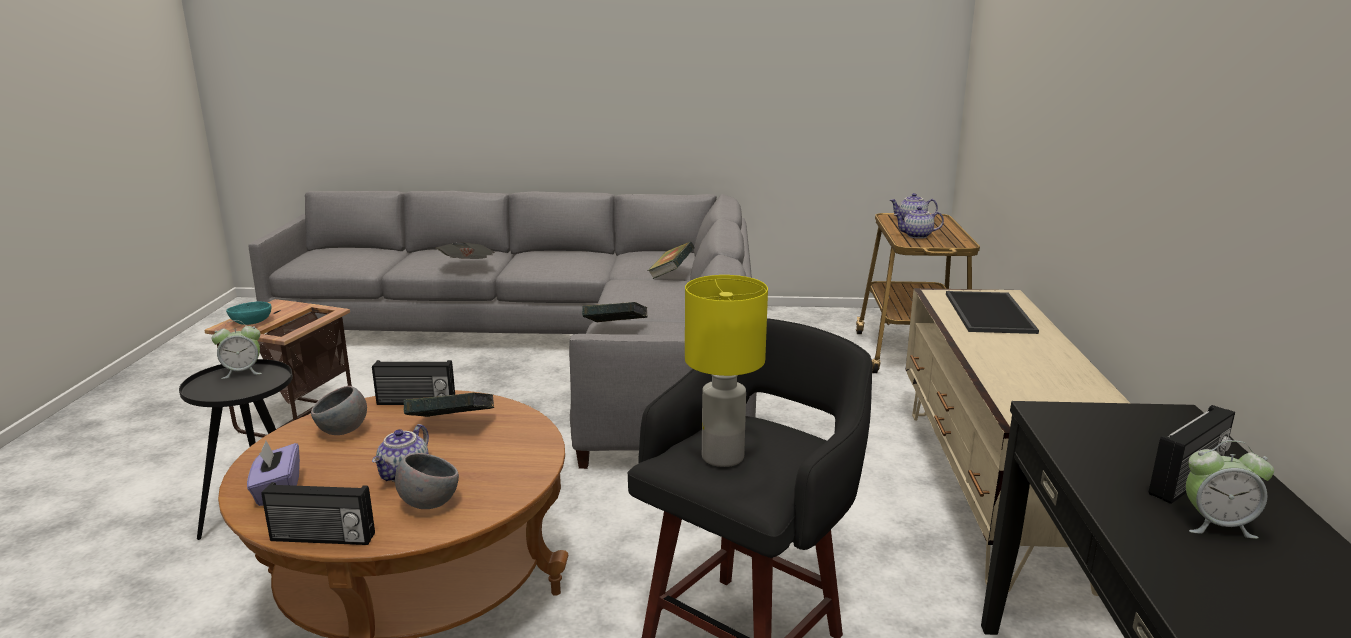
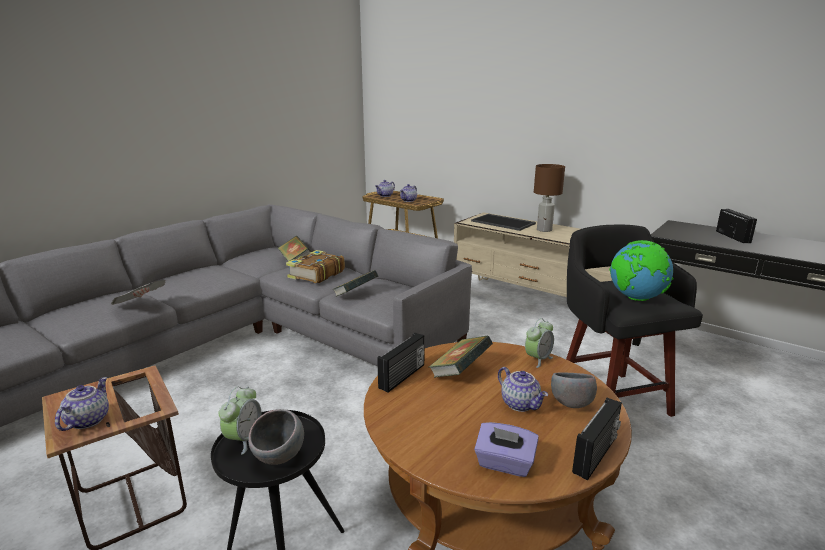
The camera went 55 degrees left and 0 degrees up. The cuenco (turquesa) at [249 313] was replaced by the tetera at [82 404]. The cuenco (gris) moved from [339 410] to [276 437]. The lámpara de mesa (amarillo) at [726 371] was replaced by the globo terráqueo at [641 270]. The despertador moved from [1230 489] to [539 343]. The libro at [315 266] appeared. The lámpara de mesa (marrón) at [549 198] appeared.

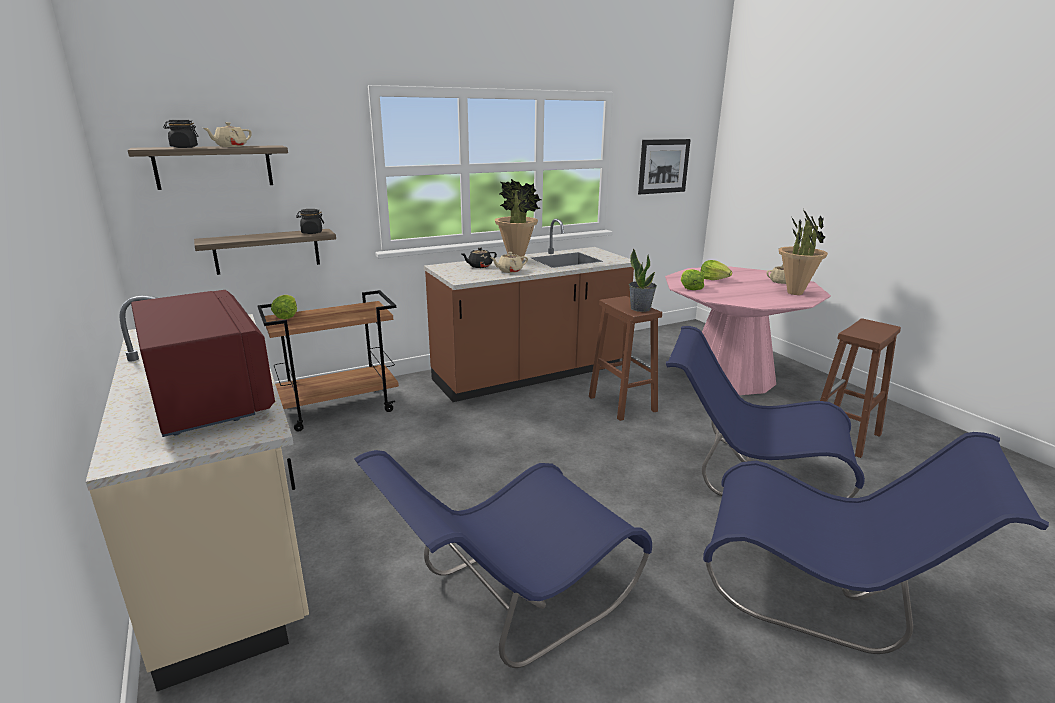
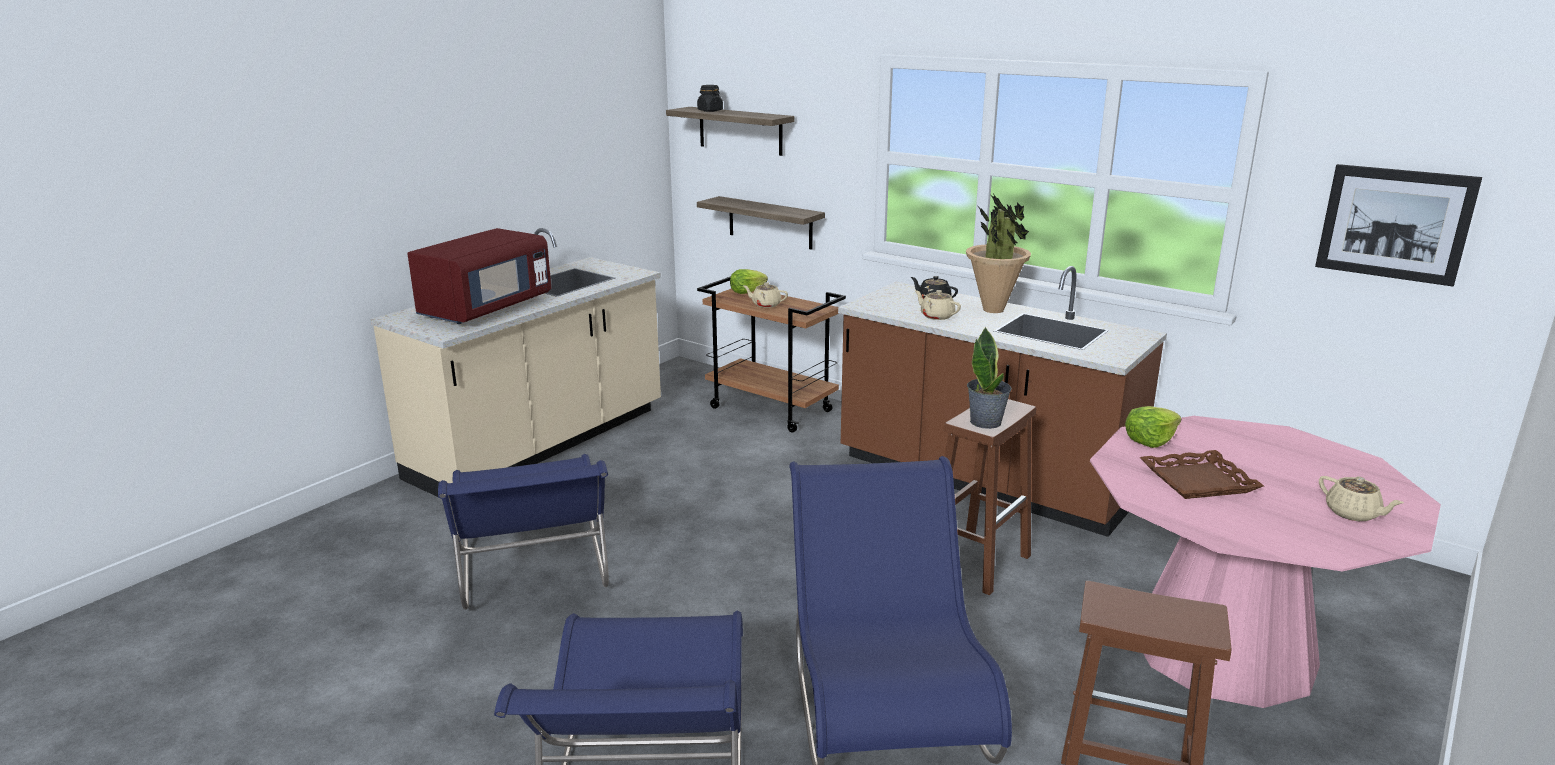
The camera went 65 degrees right and 0 degrees up. The tetera (beis) moved from [227 134] to [765 295]. The tarro (negro) at [310 221] disappeared. The silla (azul) at [503 559] turned 135 degrees counterclockwise. The lechuga at [716 270] disappeared. The planta en maceta at [803 252] disappeared. The bandeja (marrón) at [1202 474] appeared.

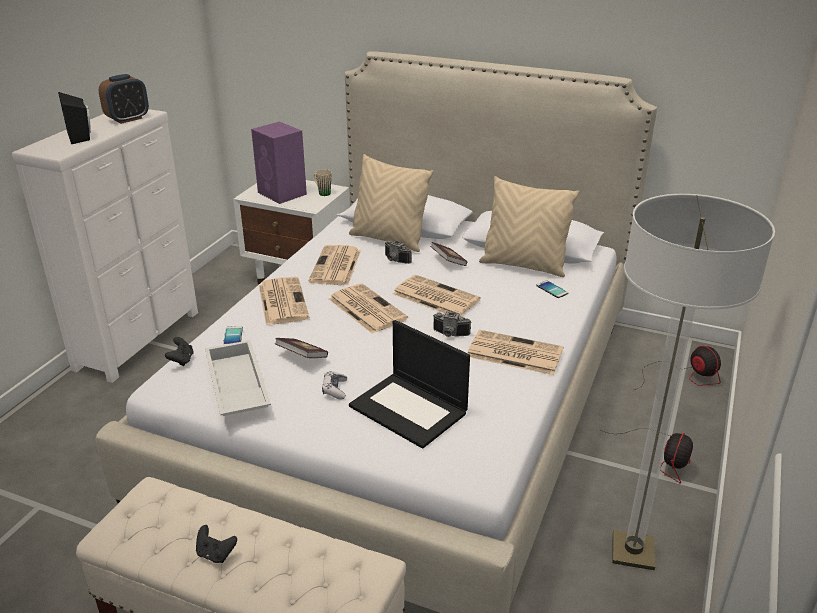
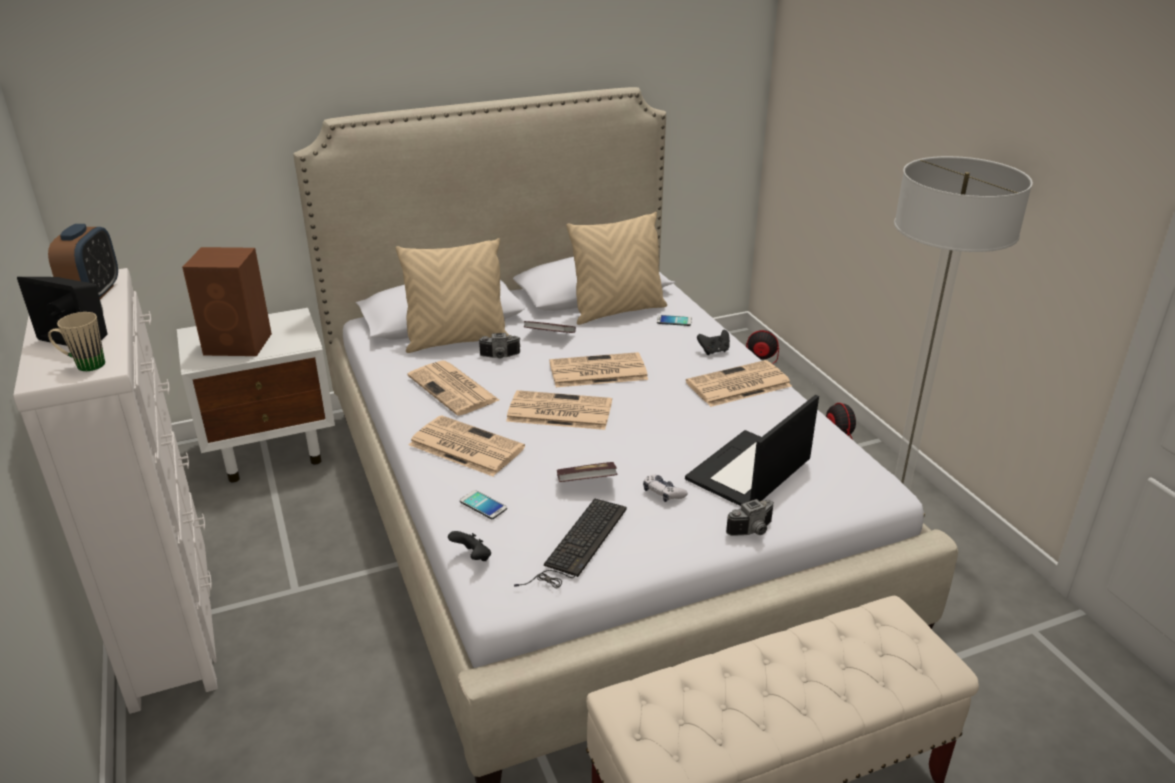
The camera went 45 degrees left and 0 degrees up. The mando de consola (negro) moved from [216 544] to [713 342]. The bandeja (blanco) at [238 378] was replaced by the teclado at [570 543]. The altavoz (morado) at [279 162] became the altavoz (marrón) at [227 301]. The taza grande (beis) moved from [322 182] to [76 341]. The portátil at [409 384] turned 135 degrees clockwise. The cámara moved from [452 324] to [750 517].

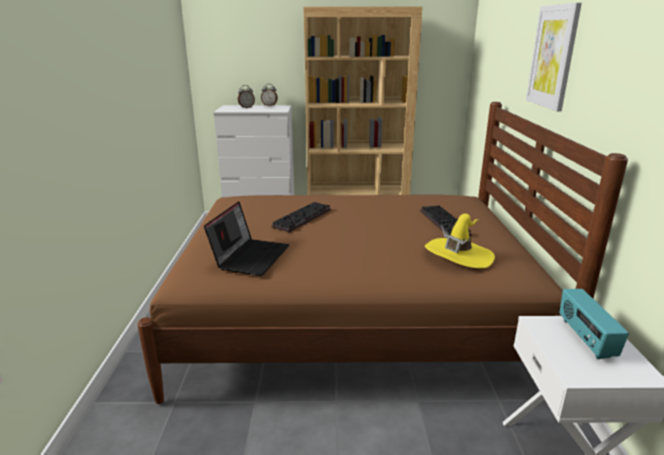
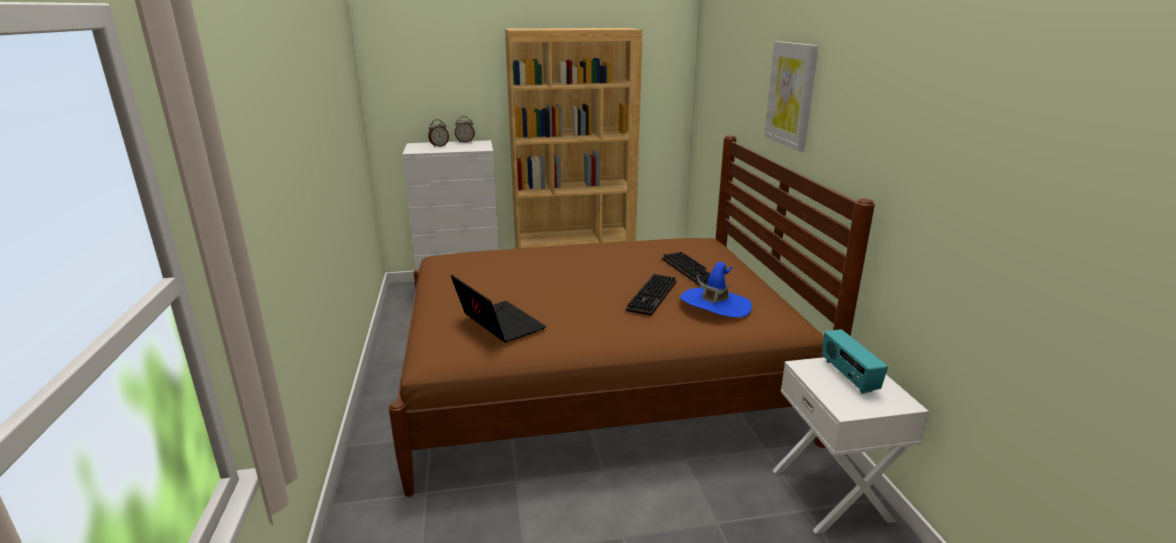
The camera went 10 degrees left and 0 degrees up. The portátil at [246 238] turned 45 degrees counterclockwise. The teclado moved from [301 217] to [651 295]. The sombrero (amarillo) at [460 241] became the sombrero (azul) at [716 289].

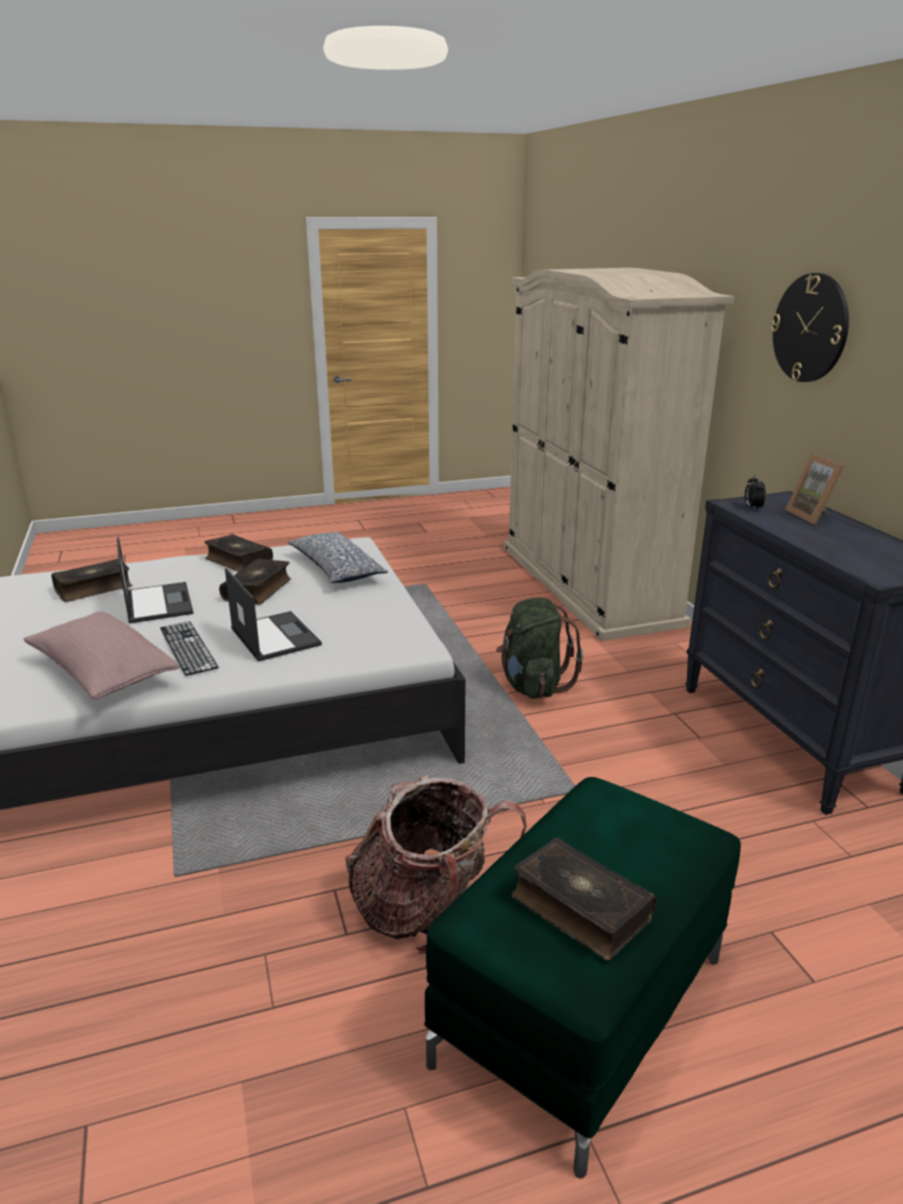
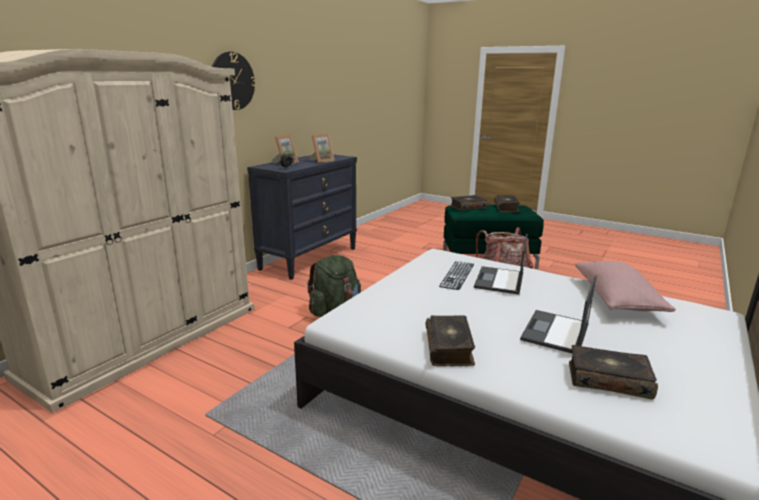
The camera went 130 degrees left and 5 degrees down. The teclado moved from [189 648] to [456 275]. The libro moved from [255 581] to [469 203]. The cojín at [338 557] disappeared. The portarretratos at [322 148] appeared.

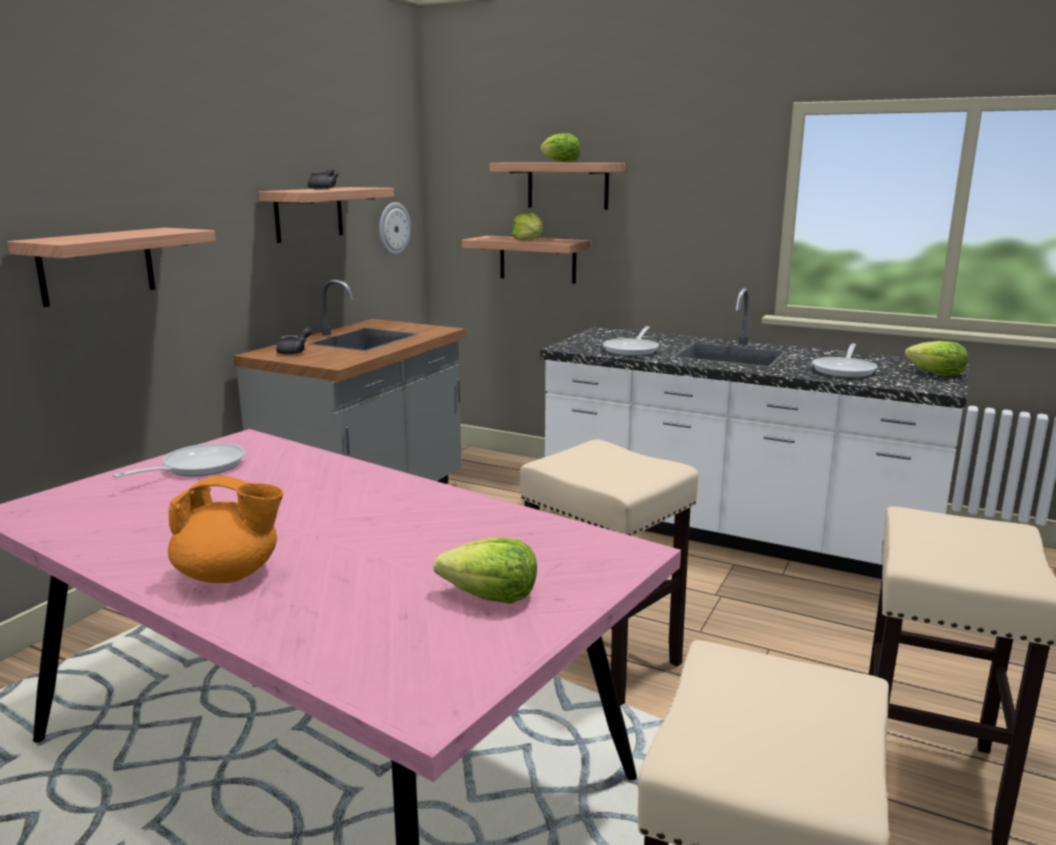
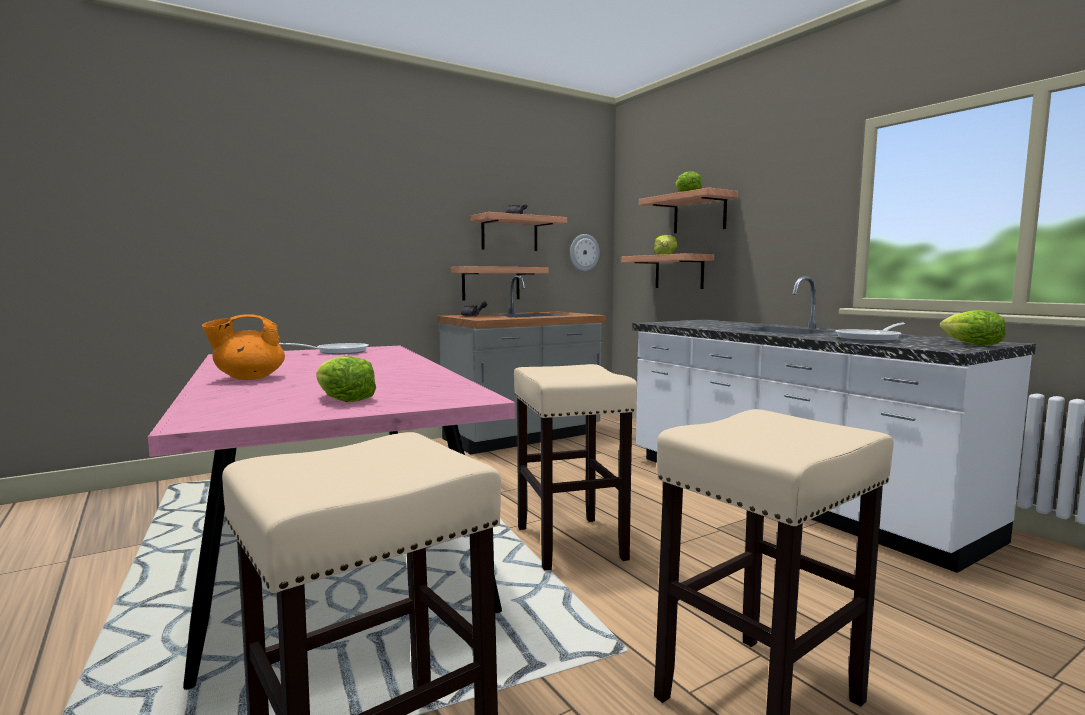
The camera went 30 degrees right and 10 degrees down. The estante moved from [111 267] to [499 283]. The tetera (naranja) at [226 529] turned 120 degrees clockwise. The sartén at [631 341] disappeared.

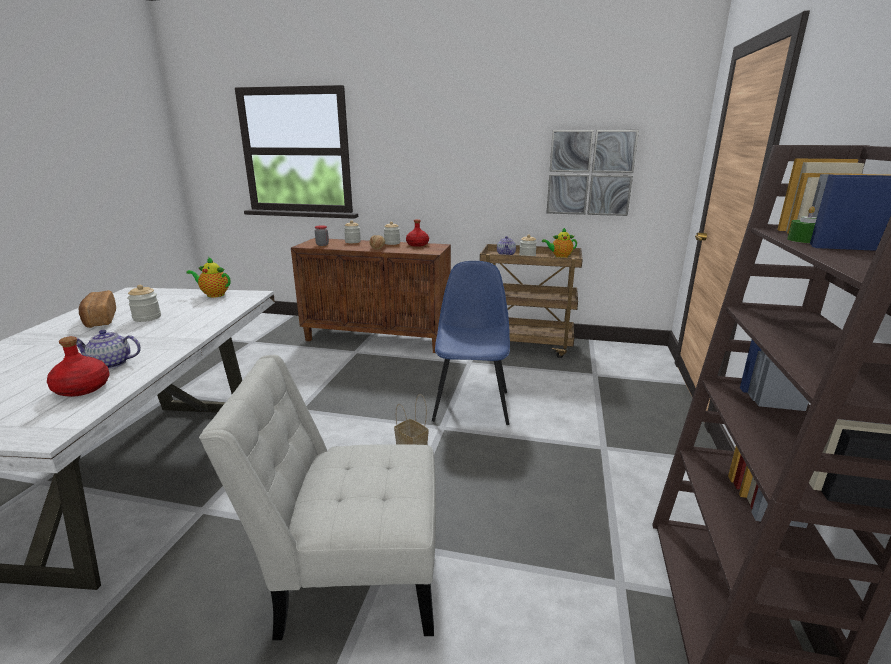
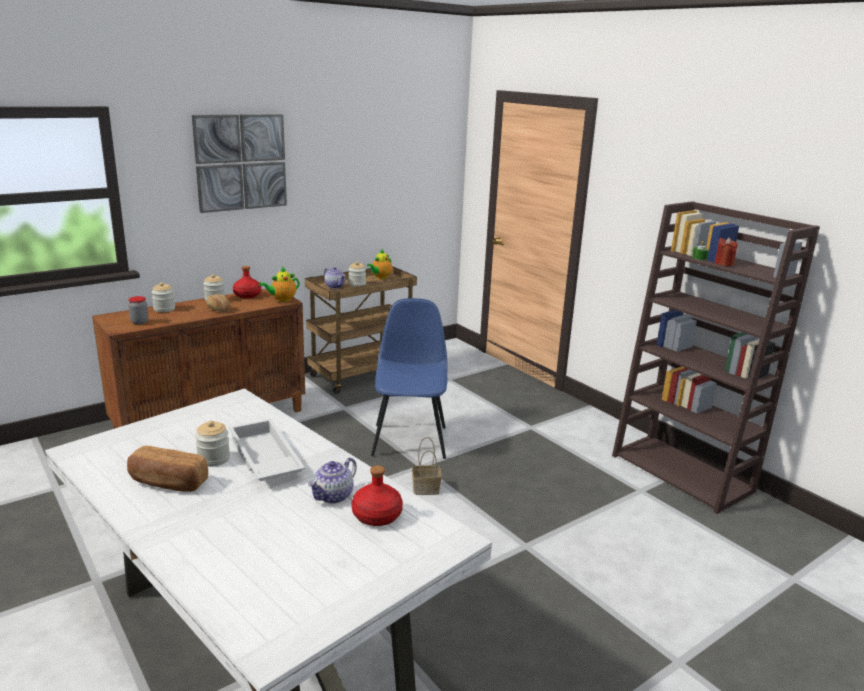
The camera went 50 degrees left and 0 degrees up. The tetera moved from [208 277] to [279 284]. The silla (blanco) at [317 497] disappeared. The silla (azul) at [471 343] turned 45 degrees clockwise. The cuadro moved from [592 173] to [239 163]. The bandeja (blanco) at [267 450] appeared. The vela (rojo) at [726 251] appeared.

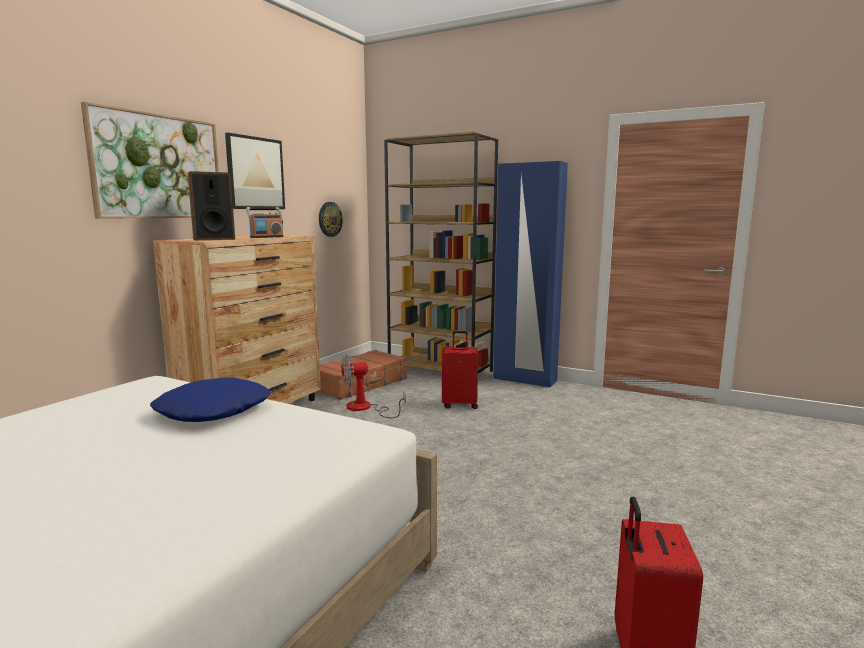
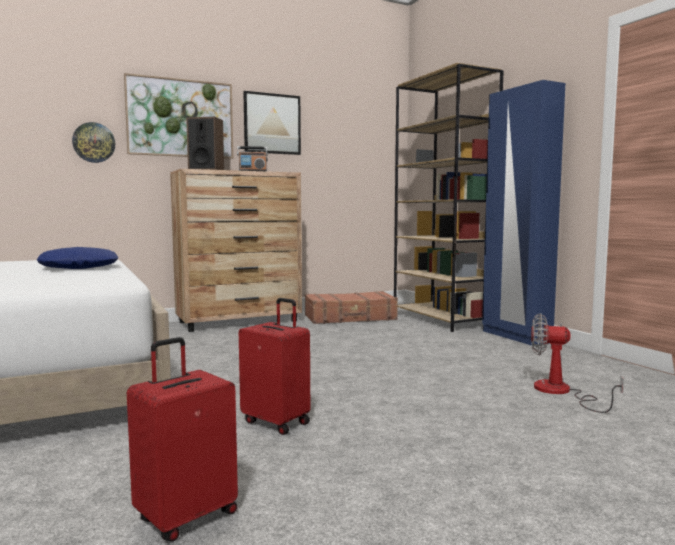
The camera went 35 degrees right and 5 degrees down. The reloj de pared moved from [331 219] to [93 142]. The ventilador moved from [373 386] to [577 363]. The maleta (rojo) moved from [460 370] to [274 366].

